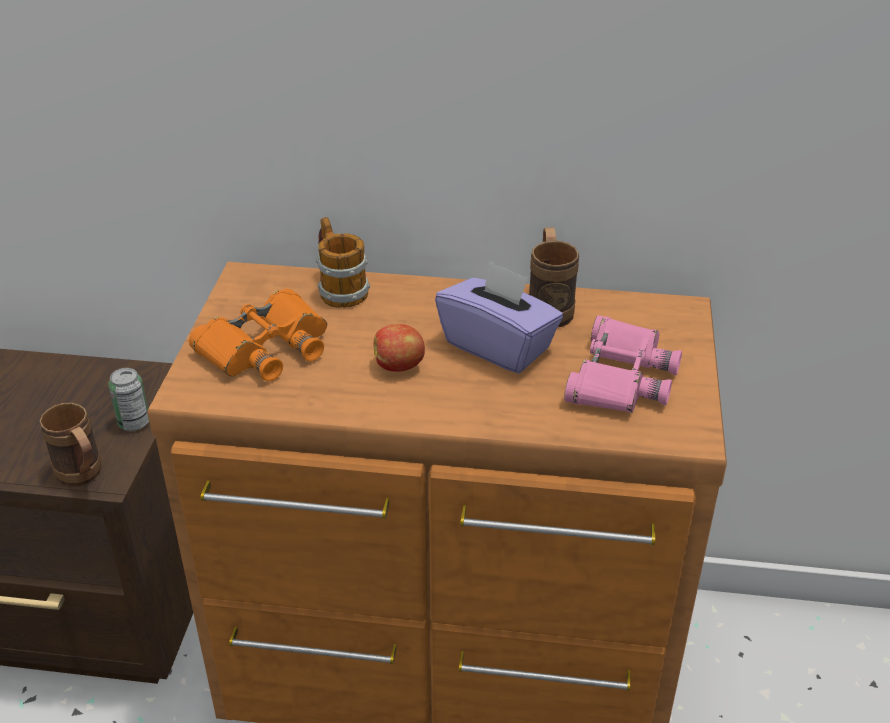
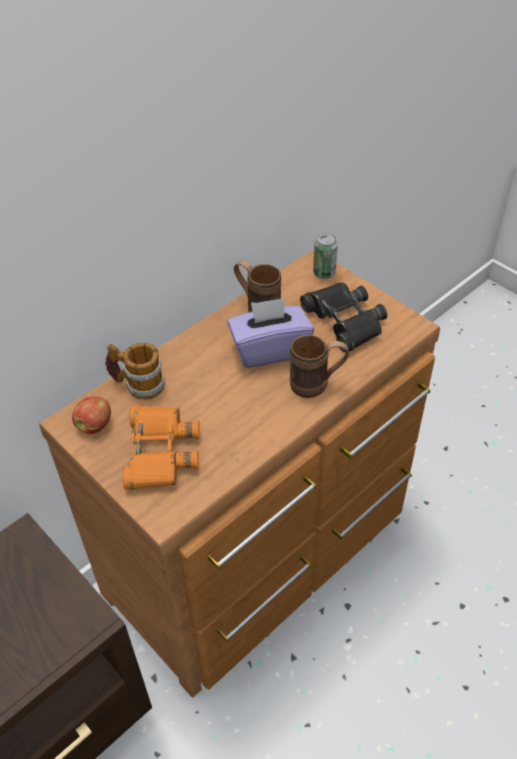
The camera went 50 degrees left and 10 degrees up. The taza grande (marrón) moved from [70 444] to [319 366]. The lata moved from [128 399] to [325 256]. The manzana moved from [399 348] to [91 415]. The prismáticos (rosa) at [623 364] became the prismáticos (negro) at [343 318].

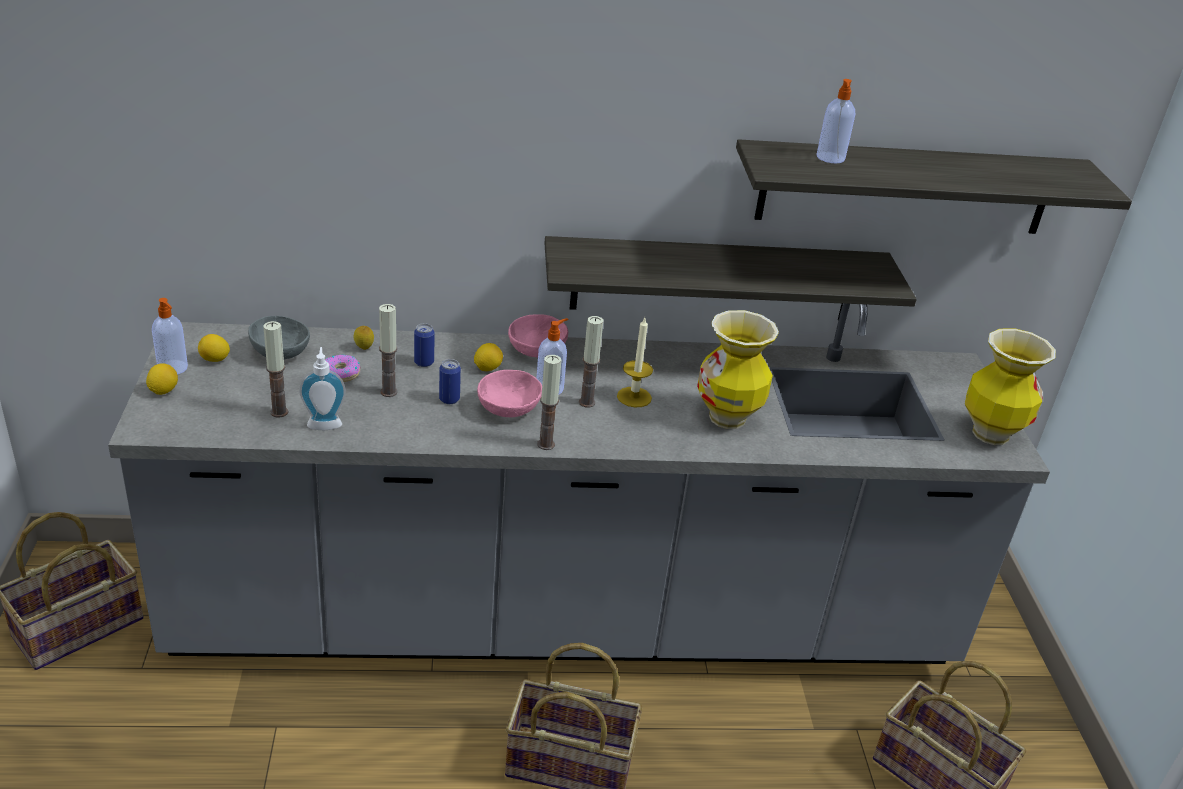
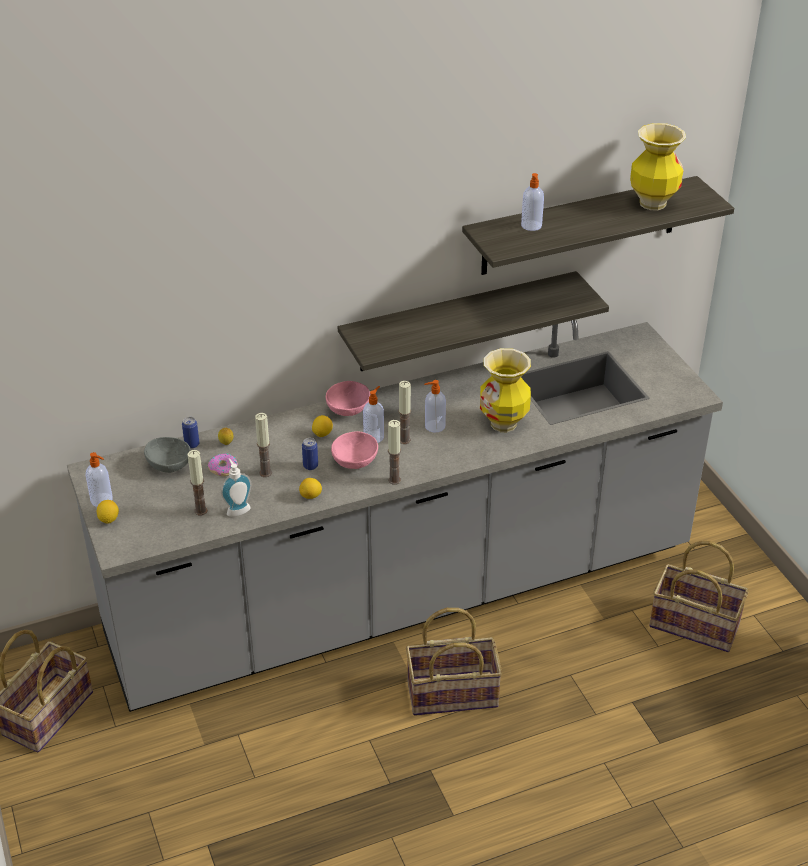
The camera went 15 degrees left and 5 degrees up. The limón moved from [214 348] to [310 488]. The lata moved from [424 345] to [190 433]. The vela at [635 362] was replaced by the dispensador de jabón at [435 406]. The florero moved from [1010 386] to [658 166].

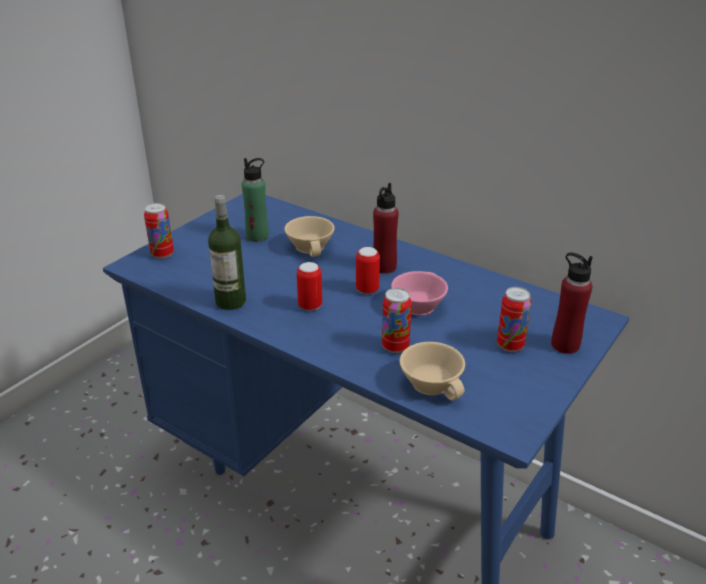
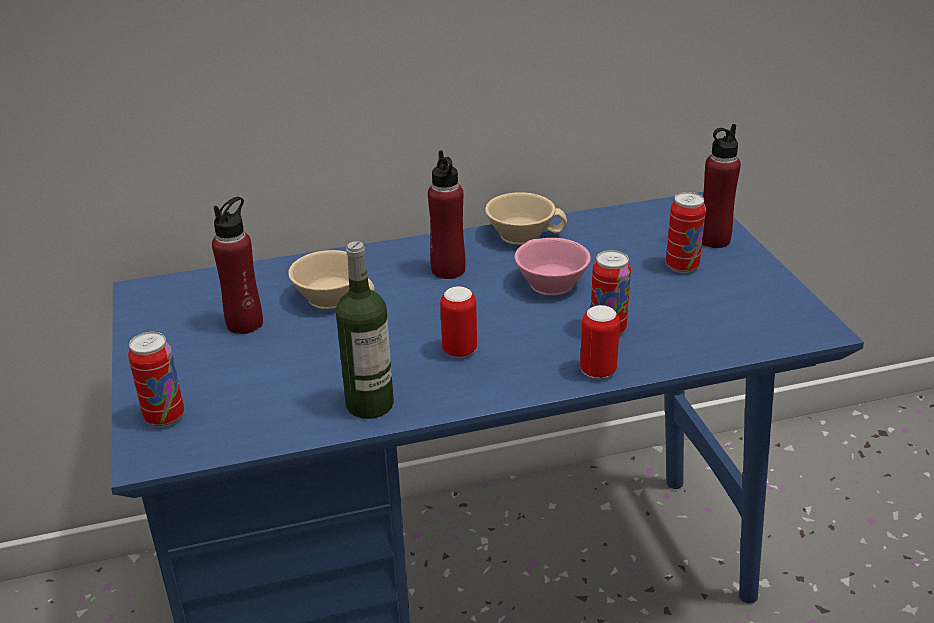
The camera went 50 degrees left and 0 degrees up. The botella (verde) at [255 200] became the botella (rojo) at [237 265]. The lata moved from [368 270] to [600 342]. The taza (beis) moved from [432 371] to [526 218].

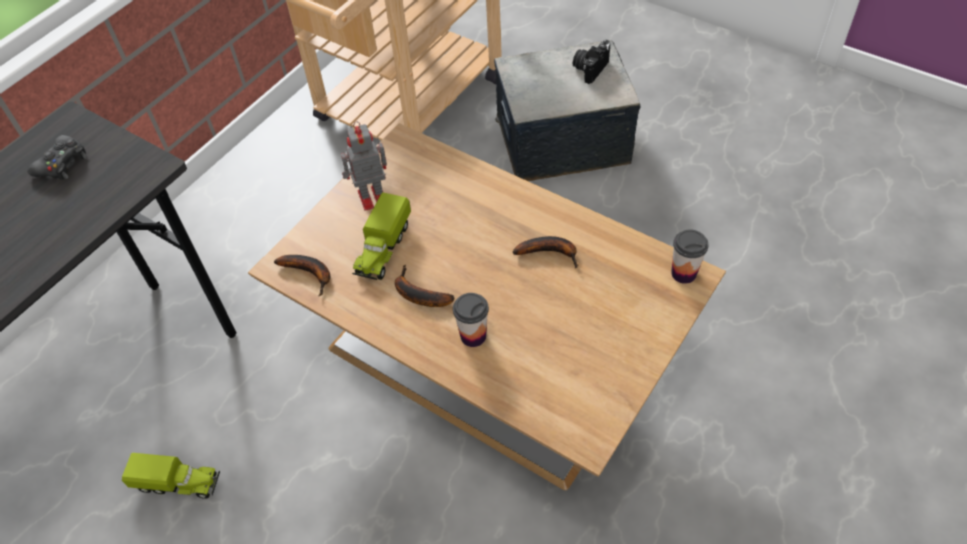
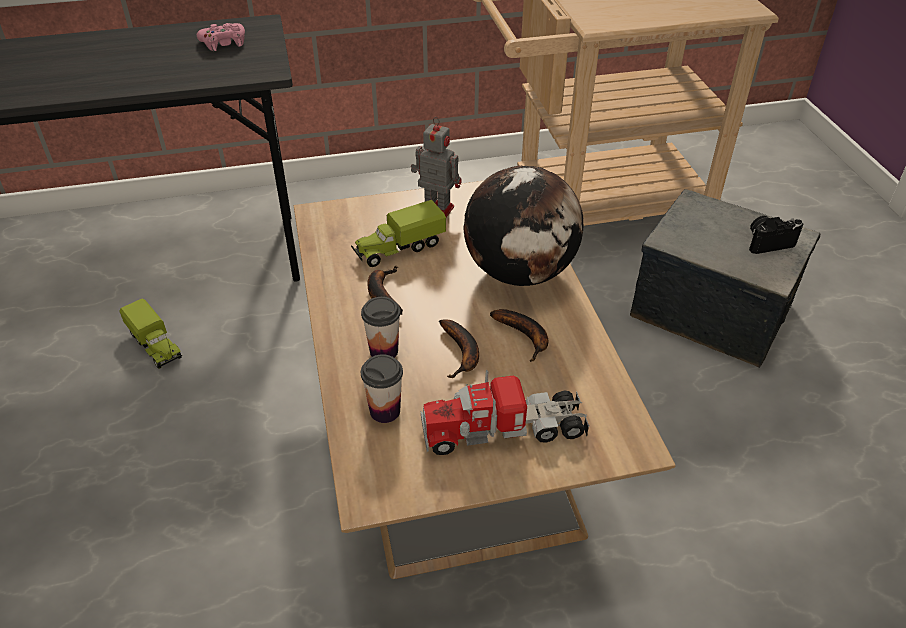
The camera went 40 degrees right and 10 degrees down. The mando de consola (negro) at [57 157] became the mando de consola (rosa) at [221 37]. The plátano moved from [302 275] to [459 348]. The taza moved from [690 256] to [382 388]. The camión de juguete at [505 412] appeared. The globo terráqueo at [523 226] appeared.

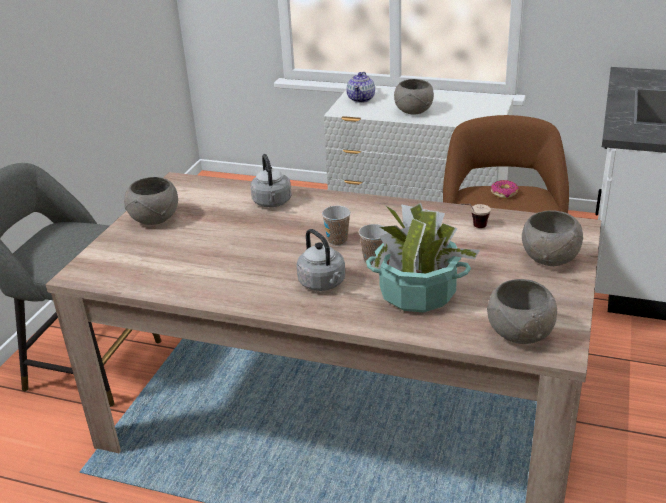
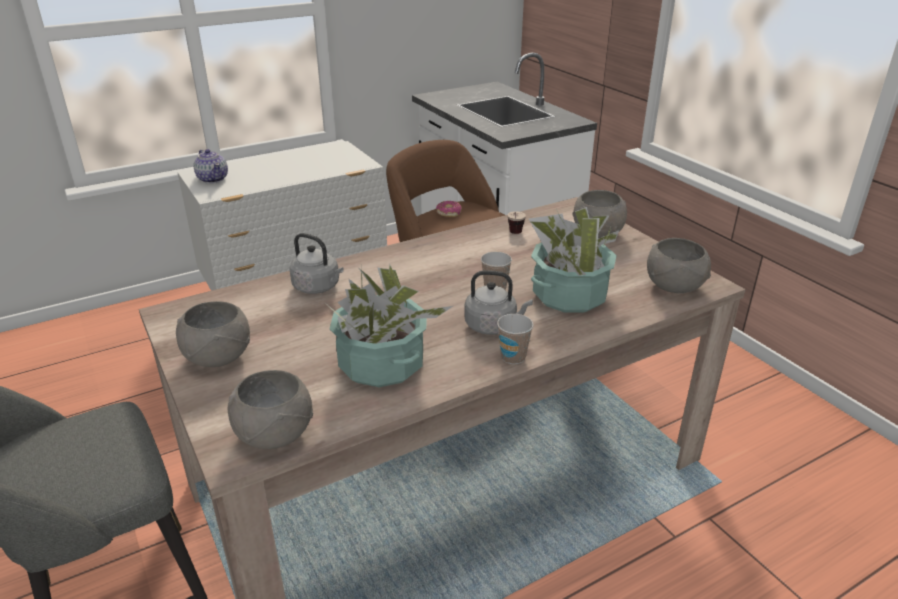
The camera went 50 degrees left and 0 degrees up. The taza moved from [336 226] to [515 339]. The cuenco (gris) moved from [414 97] to [270 409]. The planta en maceta at [388 325] appeared.

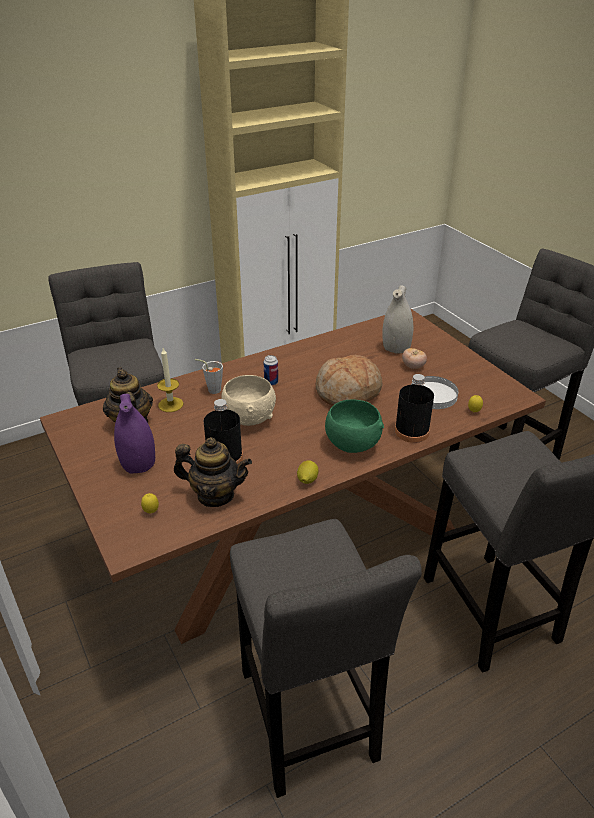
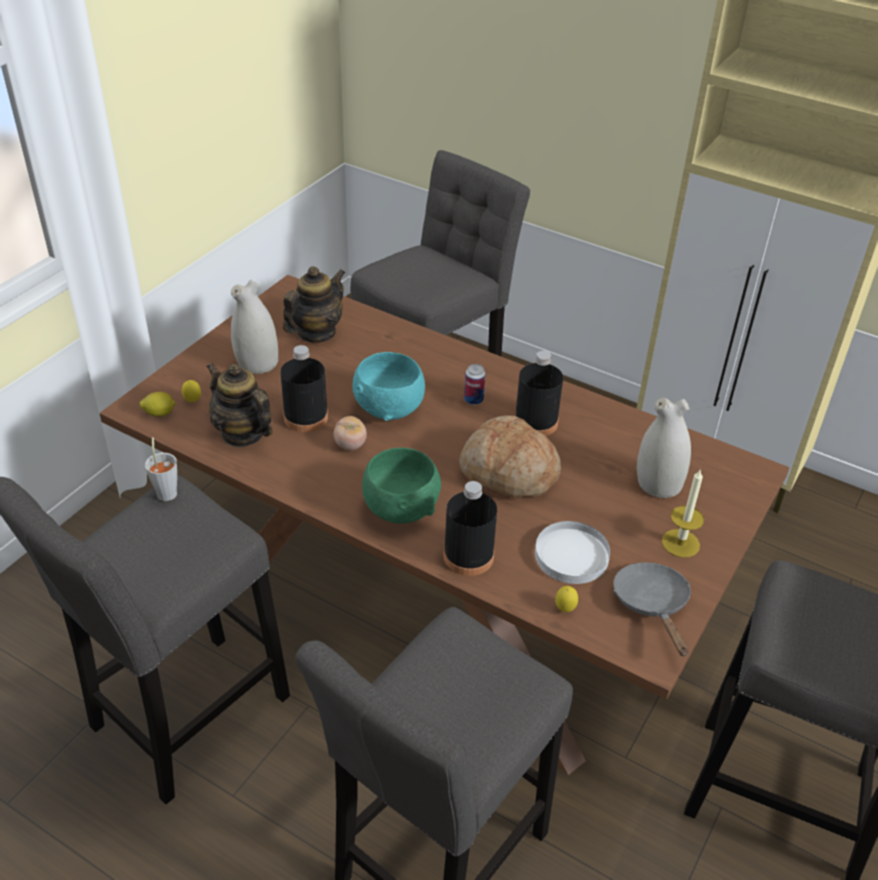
The camera went 60 degrees right and 5 degrees up. The florero (morado) at [134 434] became the florero (blanco) at [254 327]. The vela moved from [170 380] to [683 513]. The tetera at [213 472] turned 150 degrees clockwise. The taza (gris) moved from [209 376] to [161 469]. The cuenco (beis) at [248 400] became the cuenco (turquesa) at [389 386]. The limón moved from [307 472] to [157 404]. The tomate moved from [414 358] to [350 433]. The botella (negro) at [539 393] appeared. The sartén (gris) at [652 609] appeared.

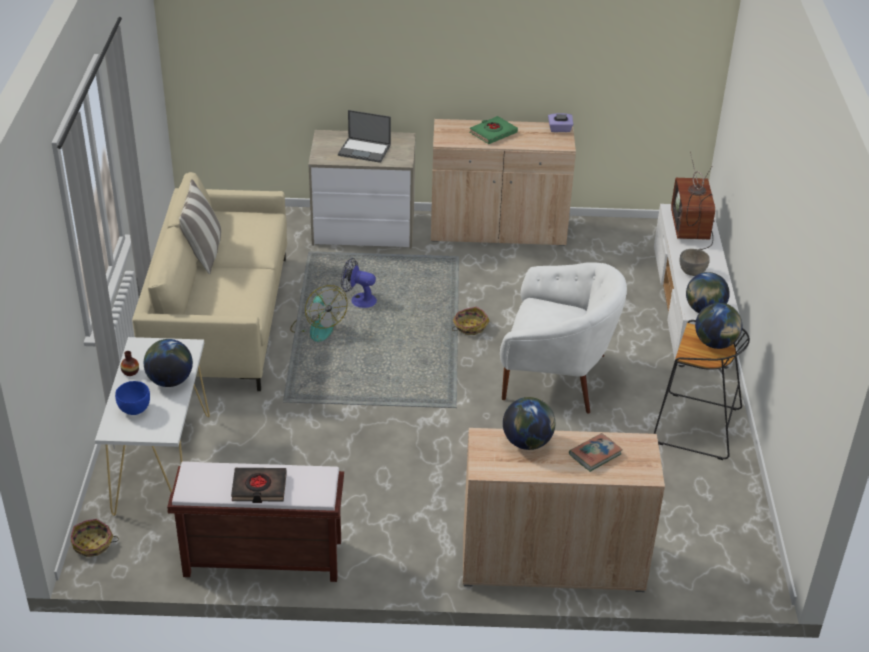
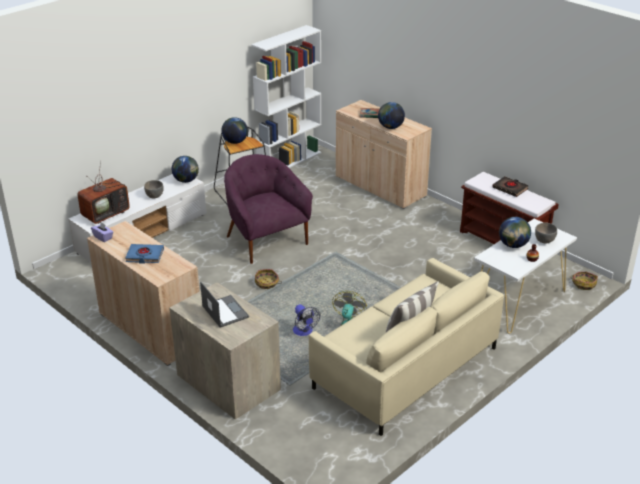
The camera went 135 degrees left and 5 degrees down. The cuenco (azul) at [132 398] became the cuenco (gris) at [546 232]. The libro (verde) at [494 130] became the libro (azul) at [144 254]. The sillón (blanco) at [563 337] became the sillón (morado) at [268 209]. The estantería (blanco) at [286 96] appeared.

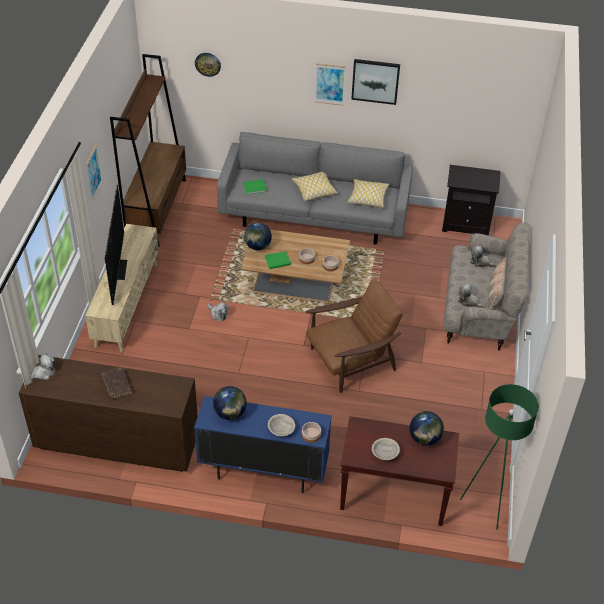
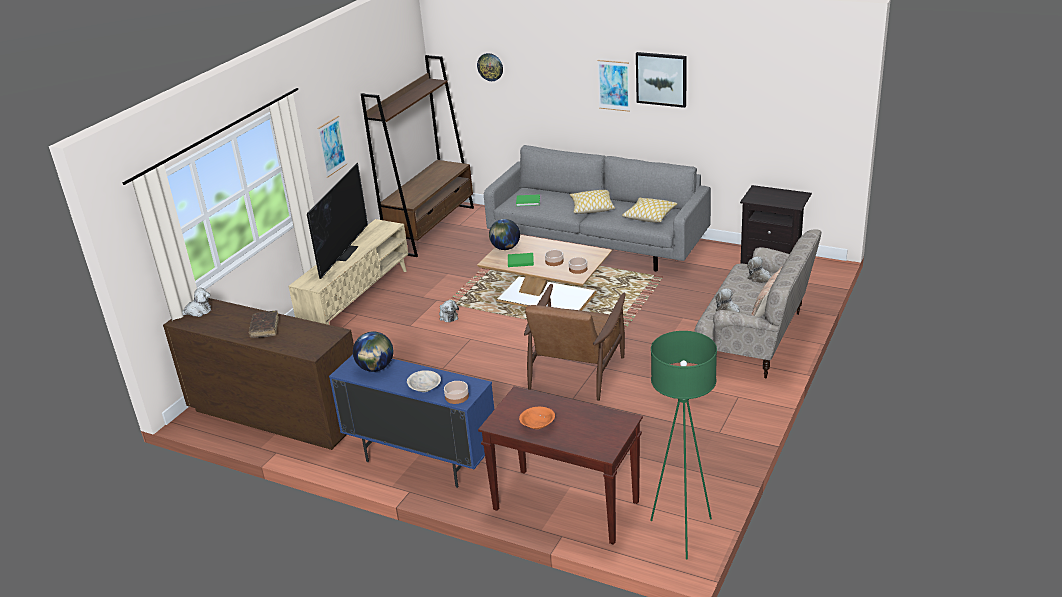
The camera went 20 degrees right and 15 degrees down. The sillón (marrón) at [354 336] turned 120 degrees clockwise. The cuenco (beis) at [386 449] became the cuenco (naranja) at [537 418]. The globo terráqueo at [427 428] disappeared.

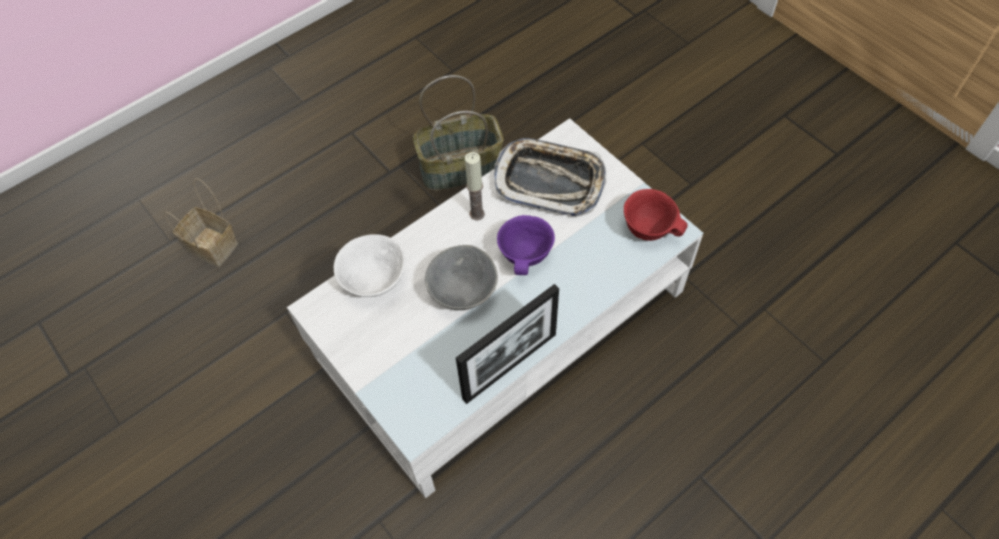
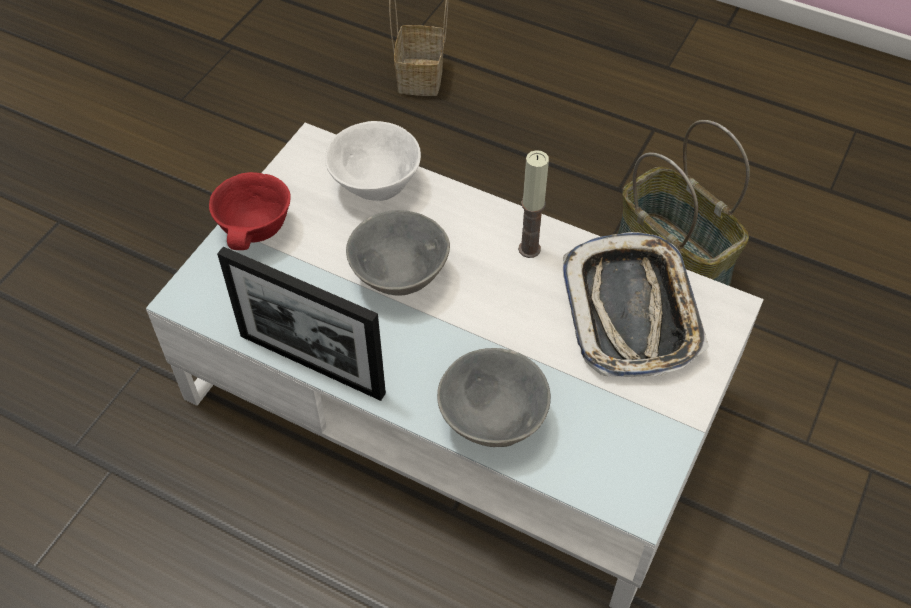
The camera went 65 degrees right and 5 degrees down. The cuenco (morado) at [526 245] disappeared. The cuenco (rojo) moved from [656 215] to [250 211]. The cuenco (gris) at [494 397] appeared.

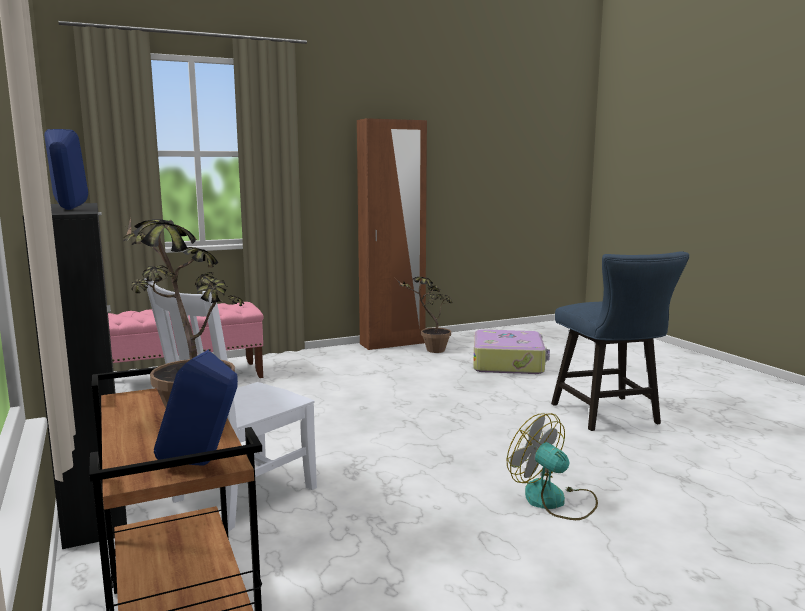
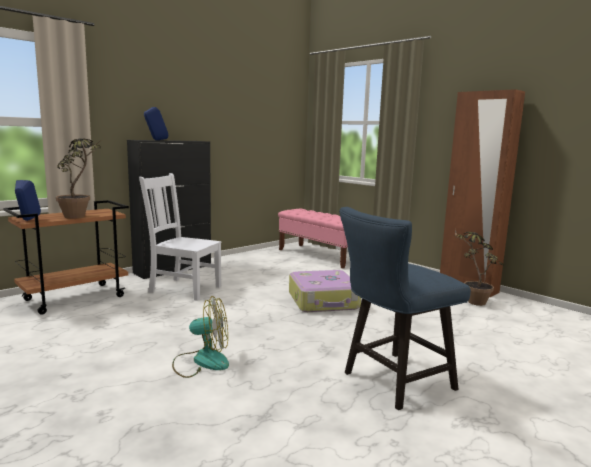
The camera went 70 degrees right and 0 degrees up. The maleta moved from [511 351] to [325 291]. The ventilador at [552 466] turned 60 degrees clockwise.

